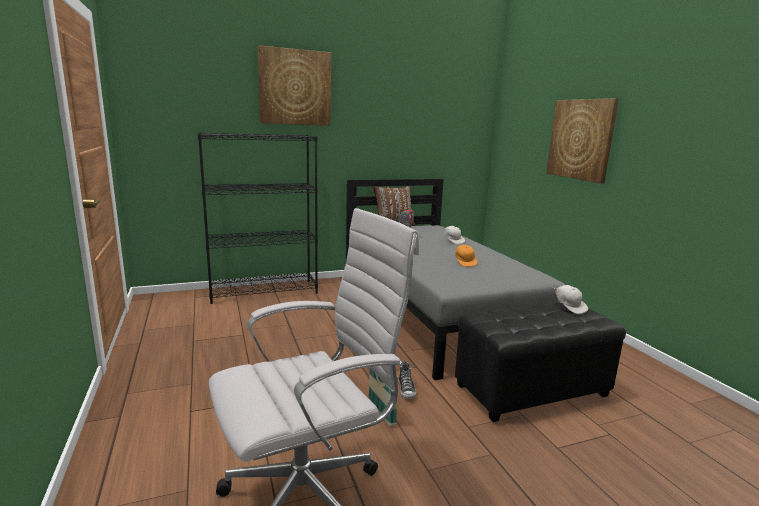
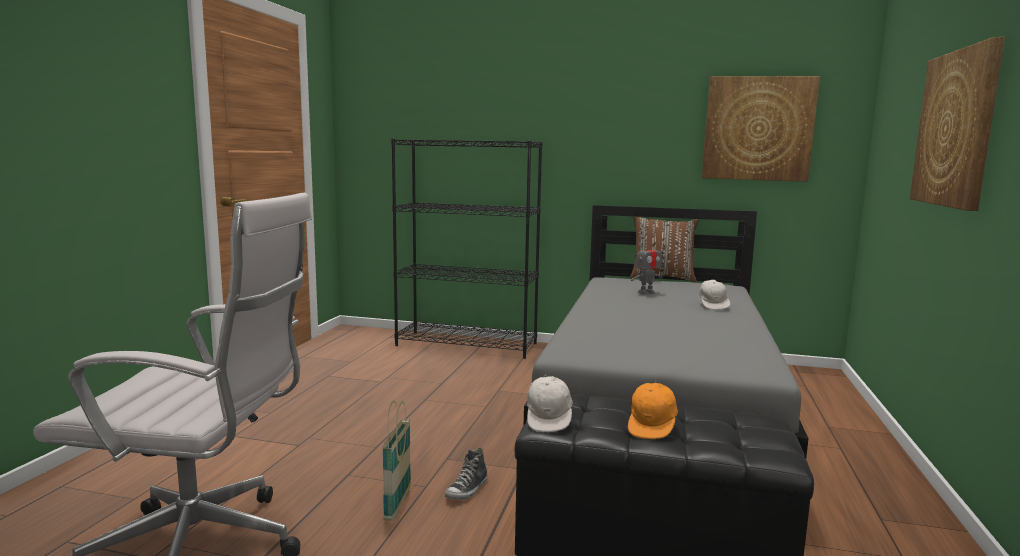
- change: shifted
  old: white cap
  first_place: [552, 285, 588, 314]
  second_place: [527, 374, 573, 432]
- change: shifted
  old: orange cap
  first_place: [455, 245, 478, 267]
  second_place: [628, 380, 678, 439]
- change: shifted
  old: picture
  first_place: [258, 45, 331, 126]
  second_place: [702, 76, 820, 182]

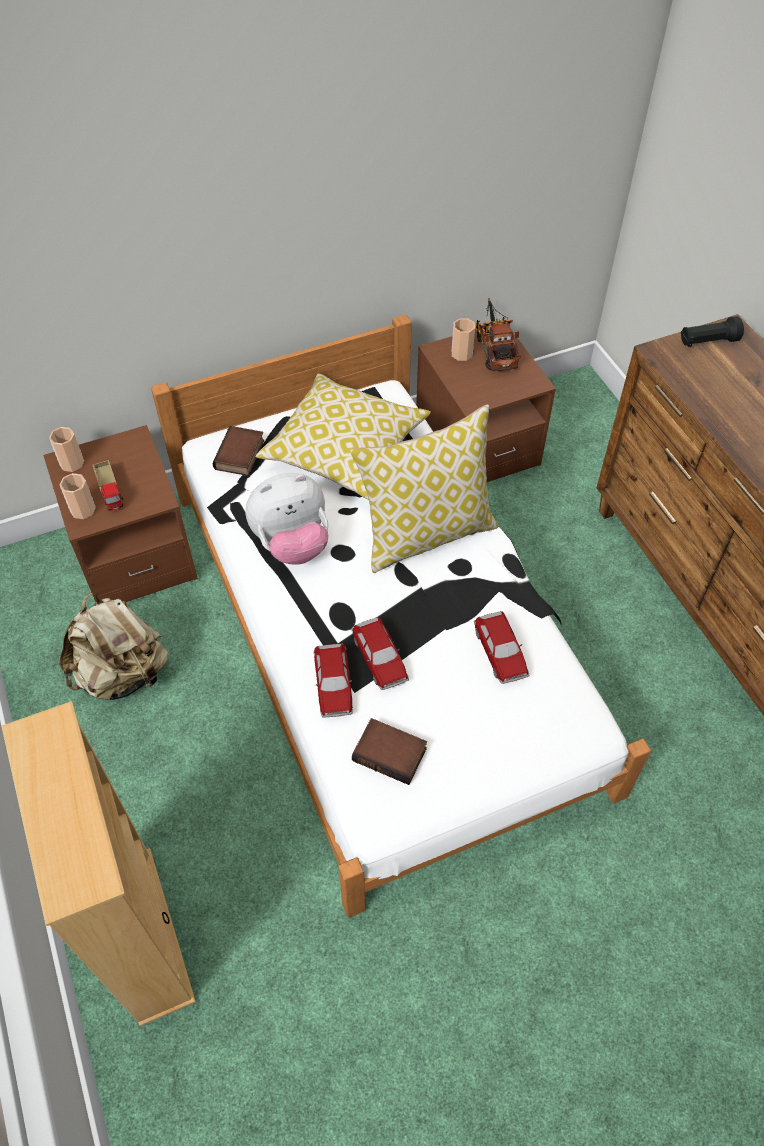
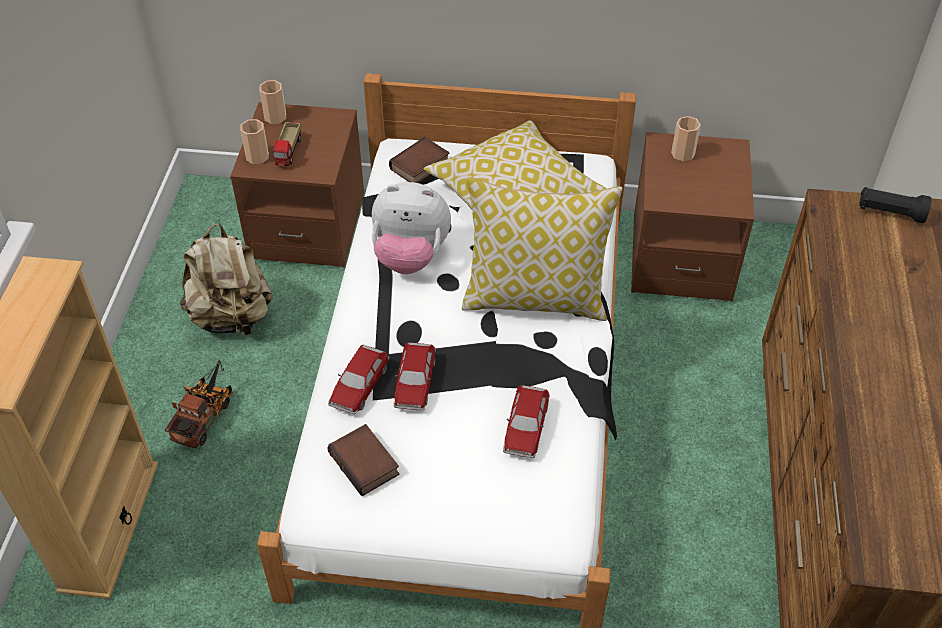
- change: shifted
  old: toy truck
  first_place: [475, 298, 521, 371]
  second_place: [165, 360, 233, 448]

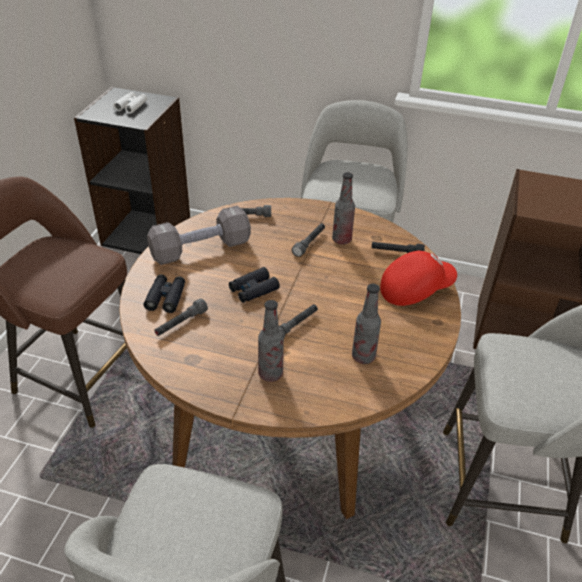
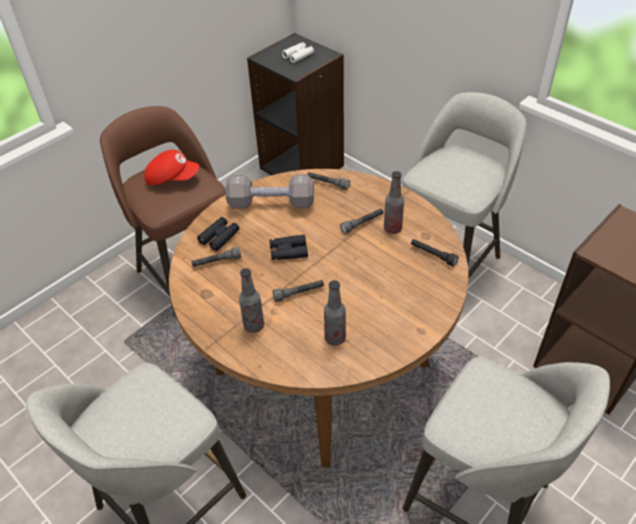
- change: shifted
  old: red cap
  first_place: [380, 251, 457, 306]
  second_place: [144, 150, 199, 185]

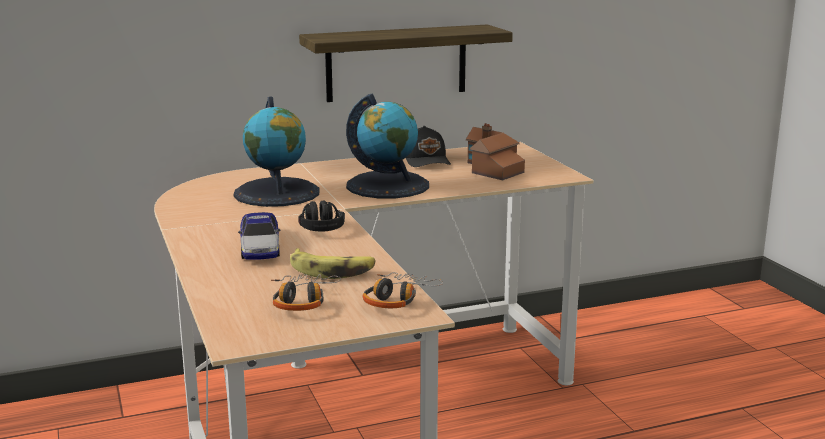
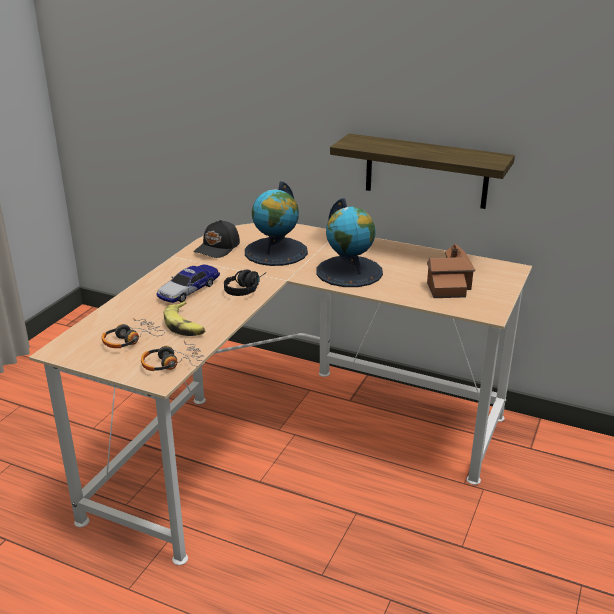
- change: shifted
  old: black cap
  first_place: [406, 126, 451, 167]
  second_place: [194, 220, 240, 258]

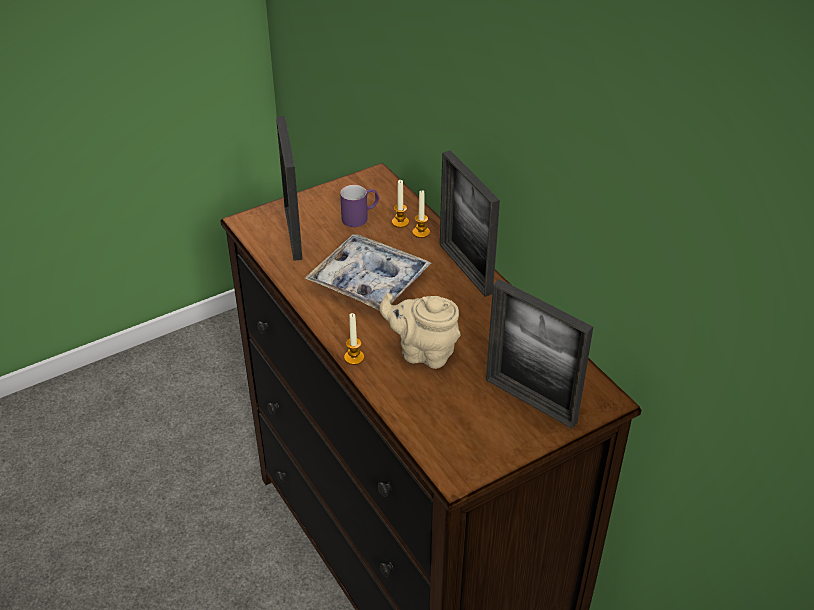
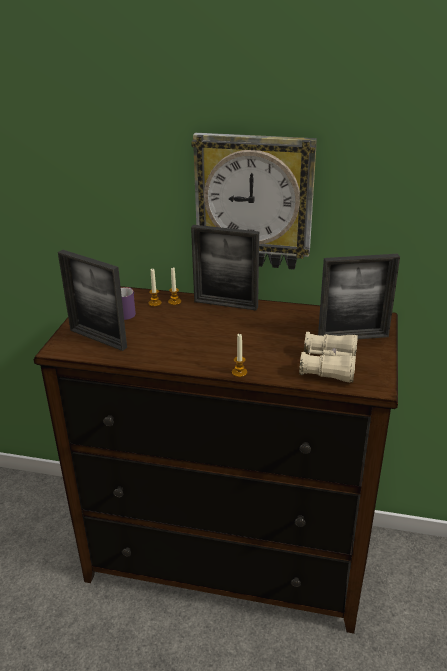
- change: new
  new: wall clock
  second_place: [191, 133, 317, 270]
- change: new
  new: beige binoculars
  second_place: [299, 332, 358, 383]
- change: gone
  old: tray
  first_place: [305, 234, 431, 311]
- change: gone
  old: beige teapot
  first_place: [379, 293, 461, 369]

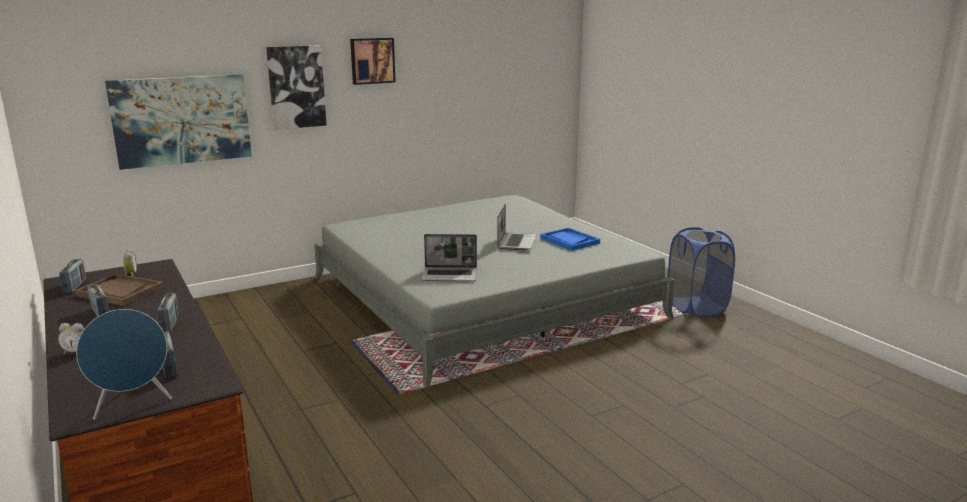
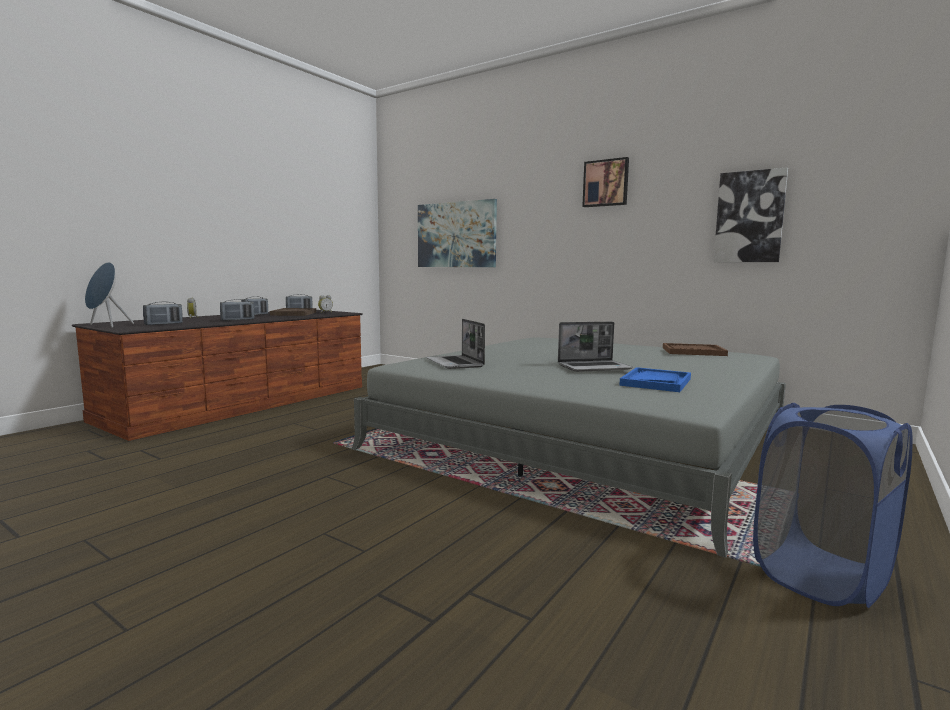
- change: new
  new: brown tray
  second_place: [663, 343, 728, 356]
- change: shifted
  old: picture
  first_place: [266, 45, 327, 130]
  second_place: [713, 167, 788, 262]

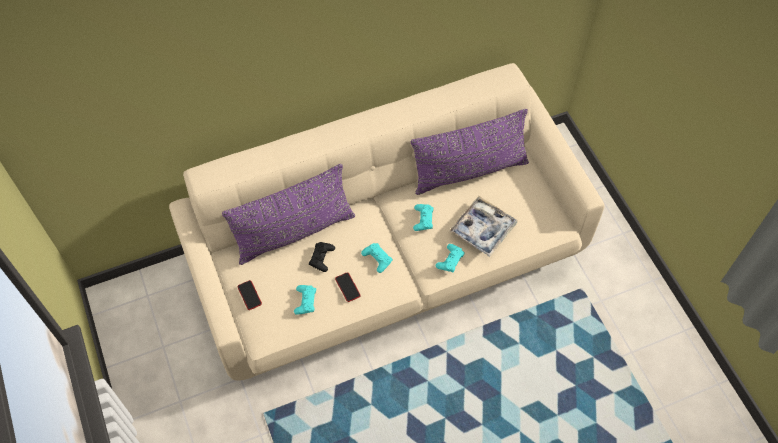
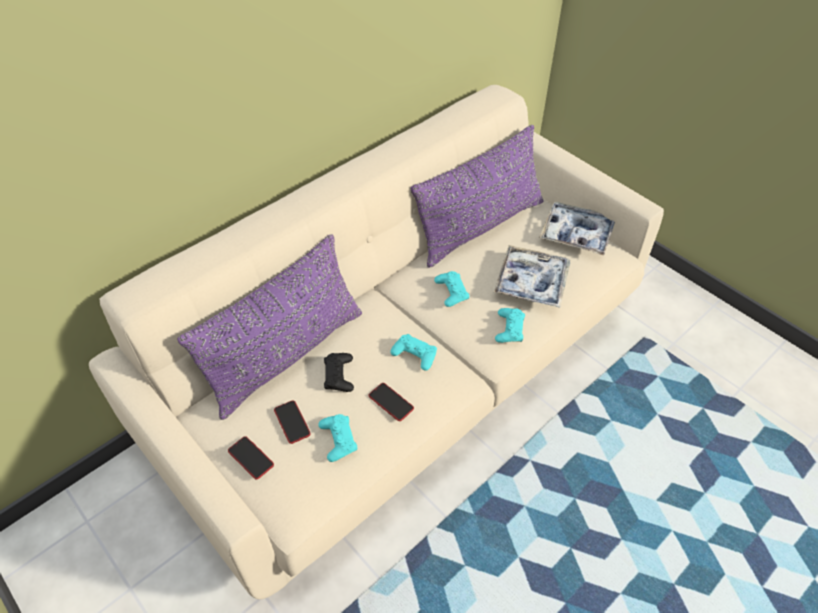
- change: new
  new: phone
  second_place: [274, 401, 311, 444]
- change: new
  new: tray
  second_place: [539, 202, 615, 256]

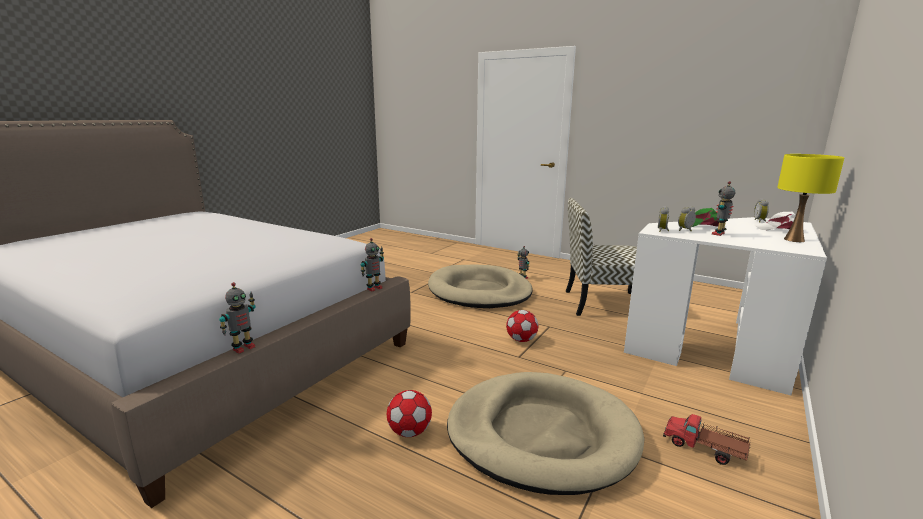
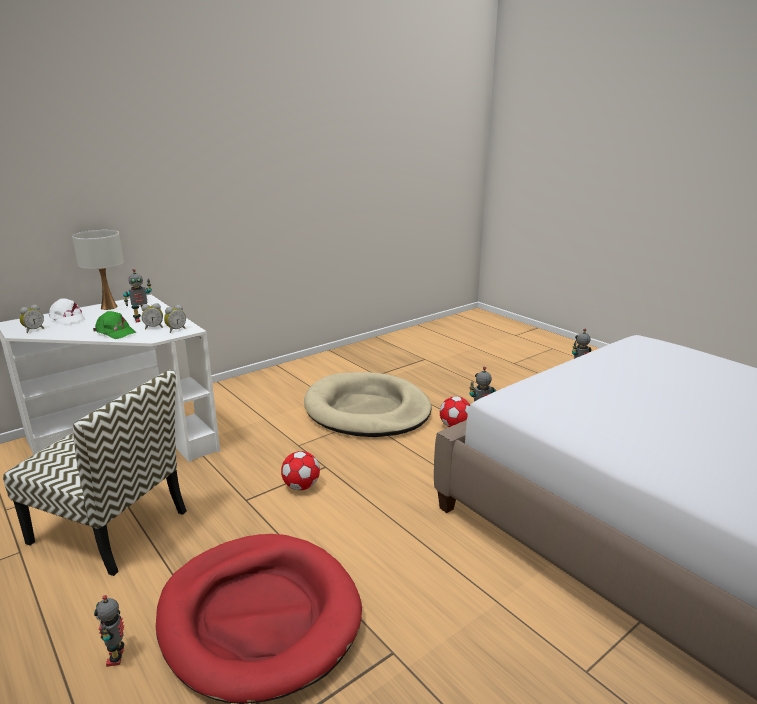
- change: repainted
  old: yellow table lamp
  new: white table lamp
  first_place: [777, 154, 844, 242]
  second_place: [72, 230, 124, 310]
- change: repainted
  old: beige dog bed
  new: red dog bed
  first_place: [428, 264, 533, 308]
  second_place: [156, 534, 362, 704]
- change: gone
  old: toy truck
  first_place: [663, 414, 751, 465]

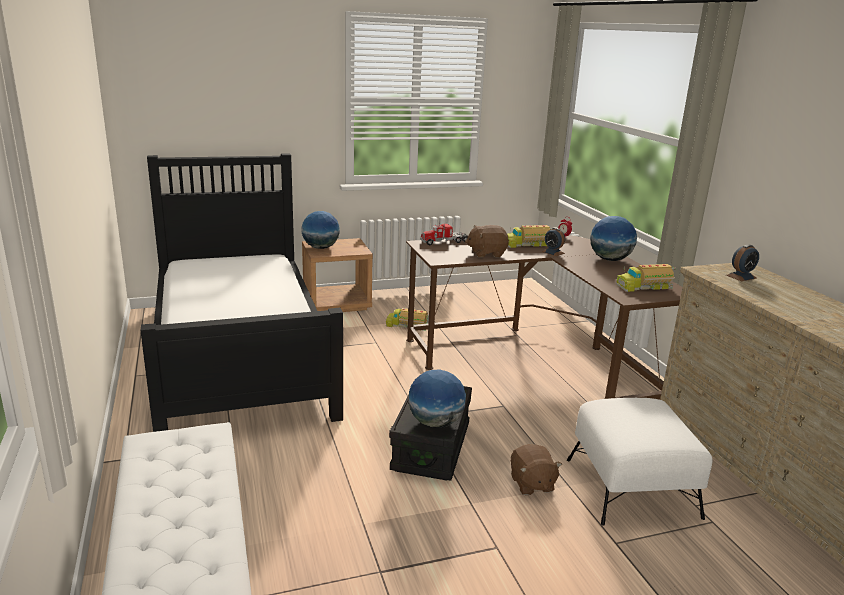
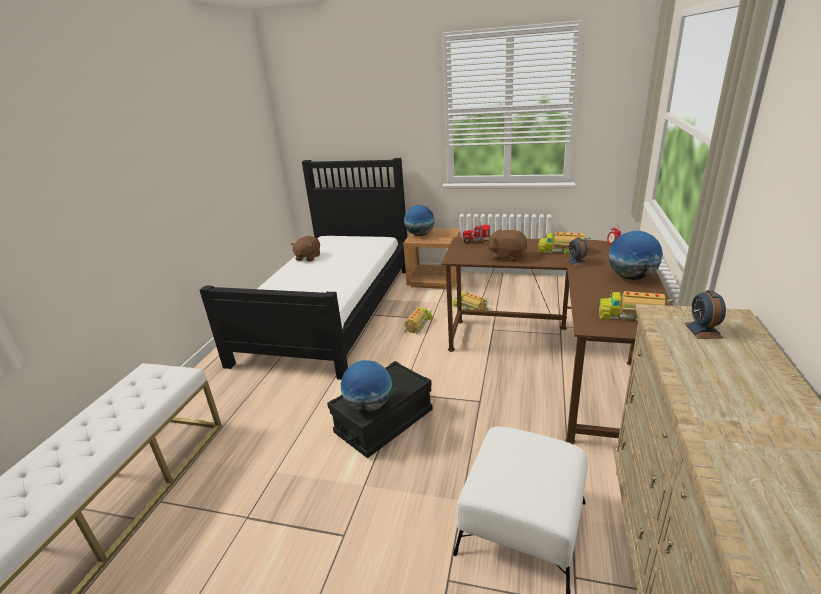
- change: shifted
  old: brown plush toy
  first_place: [510, 444, 562, 495]
  second_place: [291, 236, 320, 262]
- change: new
  new: toy truck
  second_place: [403, 307, 432, 335]
- change: rotated
  old: alarm clock
  first_place: [726, 244, 759, 281]
  second_place: [684, 290, 726, 339]
  degrees: 90

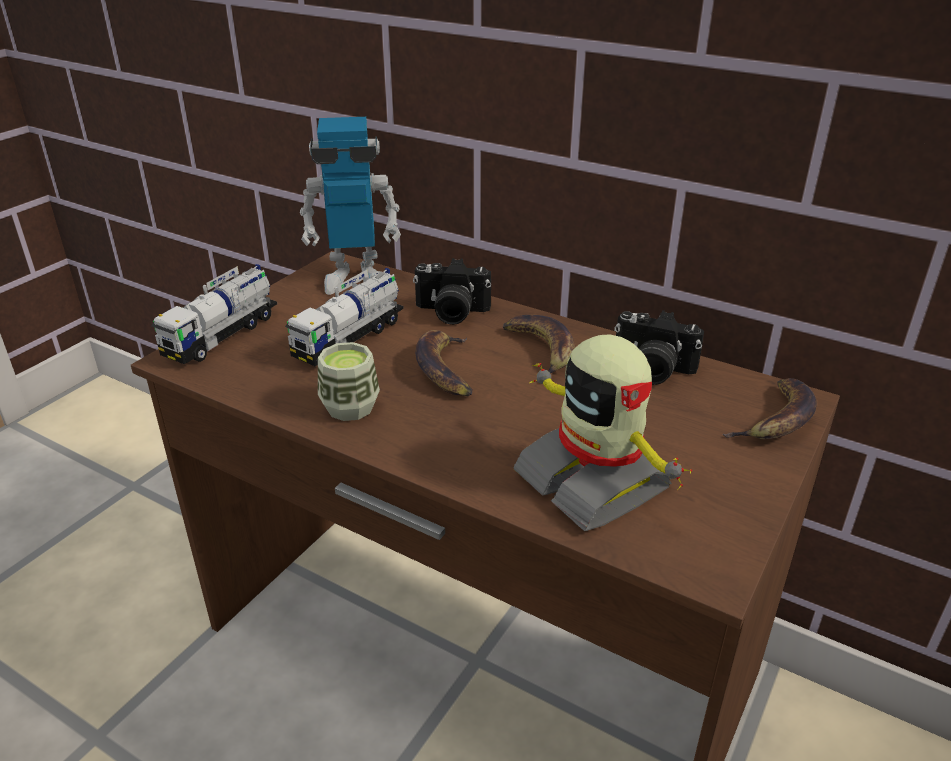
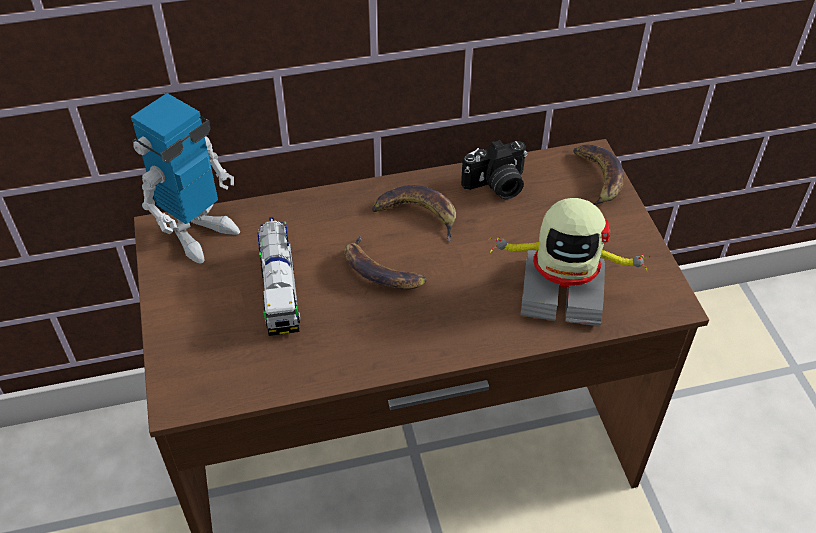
- change: gone
  old: toy truck
  first_place: [151, 264, 277, 364]
- change: gone
  old: cup
  first_place: [318, 342, 380, 421]
- change: gone
  old: photo camera
  first_place: [413, 258, 491, 325]

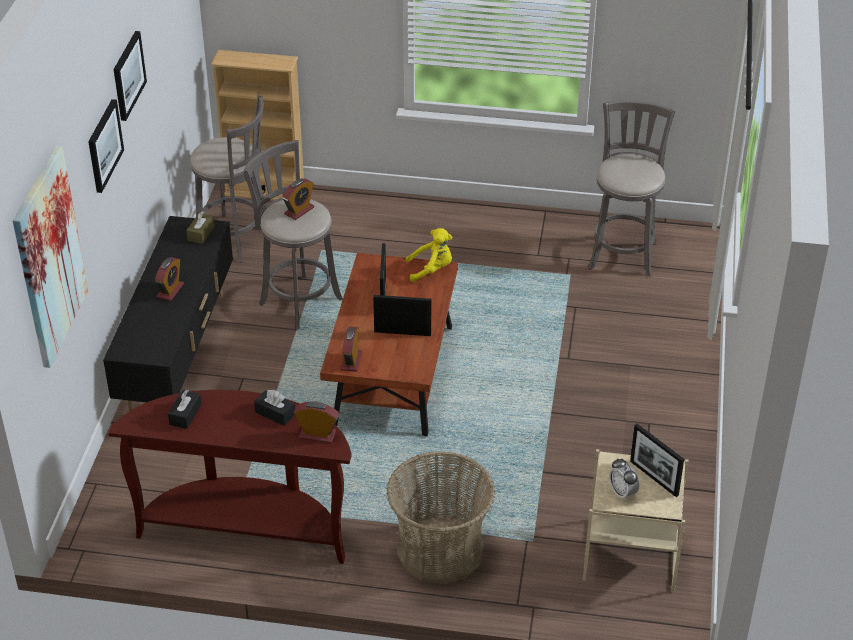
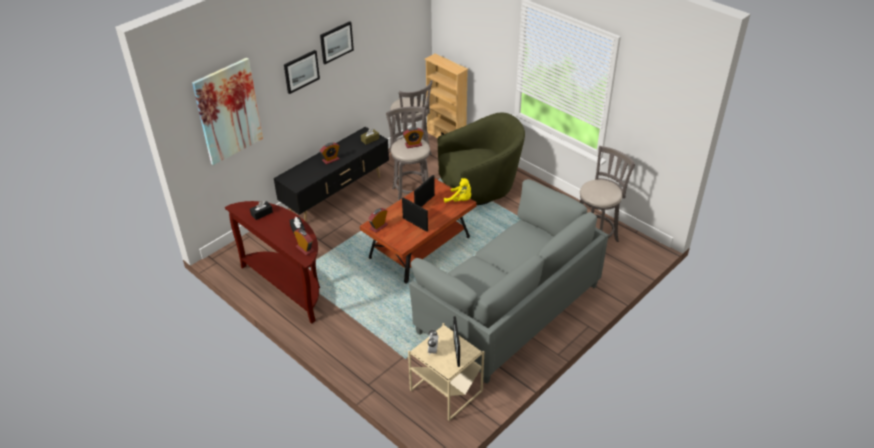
- change: new
  new: grey sofa
  second_place: [409, 179, 608, 384]
- change: new
  new: green armchair
  second_place: [437, 112, 525, 205]
- change: gone
  old: basket
  first_place: [387, 451, 495, 584]

